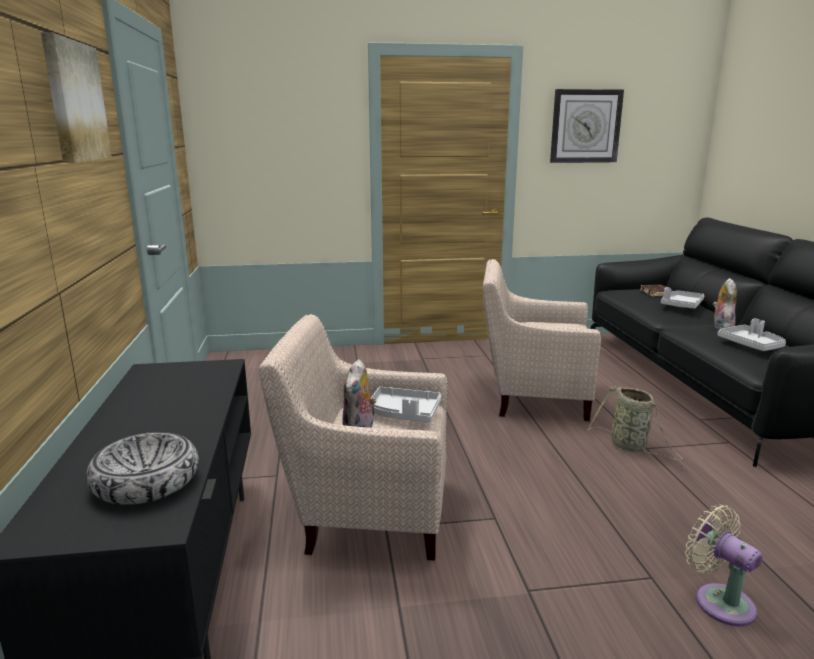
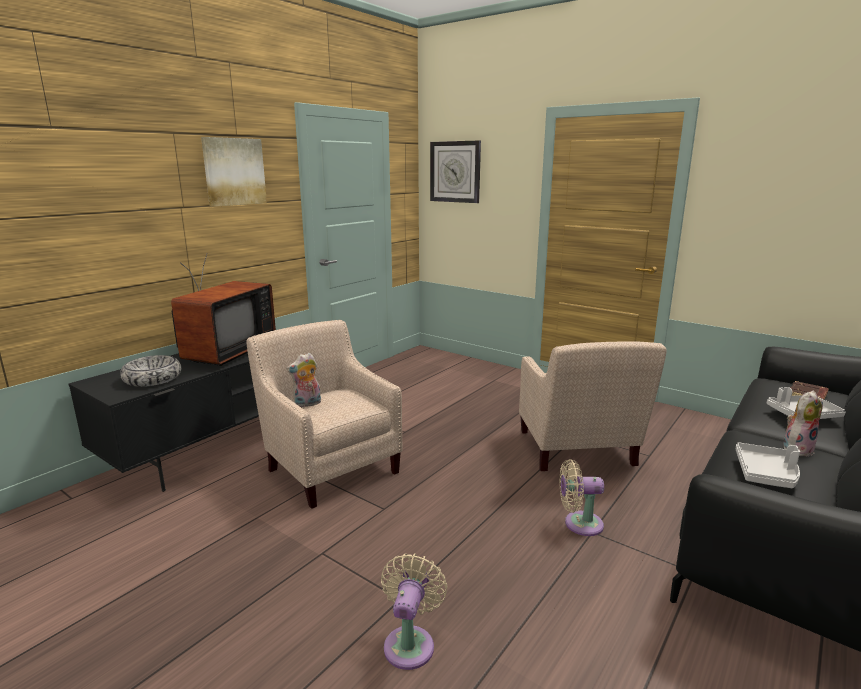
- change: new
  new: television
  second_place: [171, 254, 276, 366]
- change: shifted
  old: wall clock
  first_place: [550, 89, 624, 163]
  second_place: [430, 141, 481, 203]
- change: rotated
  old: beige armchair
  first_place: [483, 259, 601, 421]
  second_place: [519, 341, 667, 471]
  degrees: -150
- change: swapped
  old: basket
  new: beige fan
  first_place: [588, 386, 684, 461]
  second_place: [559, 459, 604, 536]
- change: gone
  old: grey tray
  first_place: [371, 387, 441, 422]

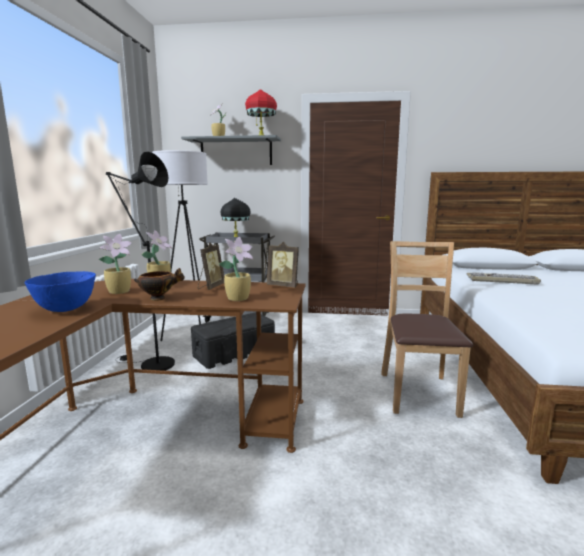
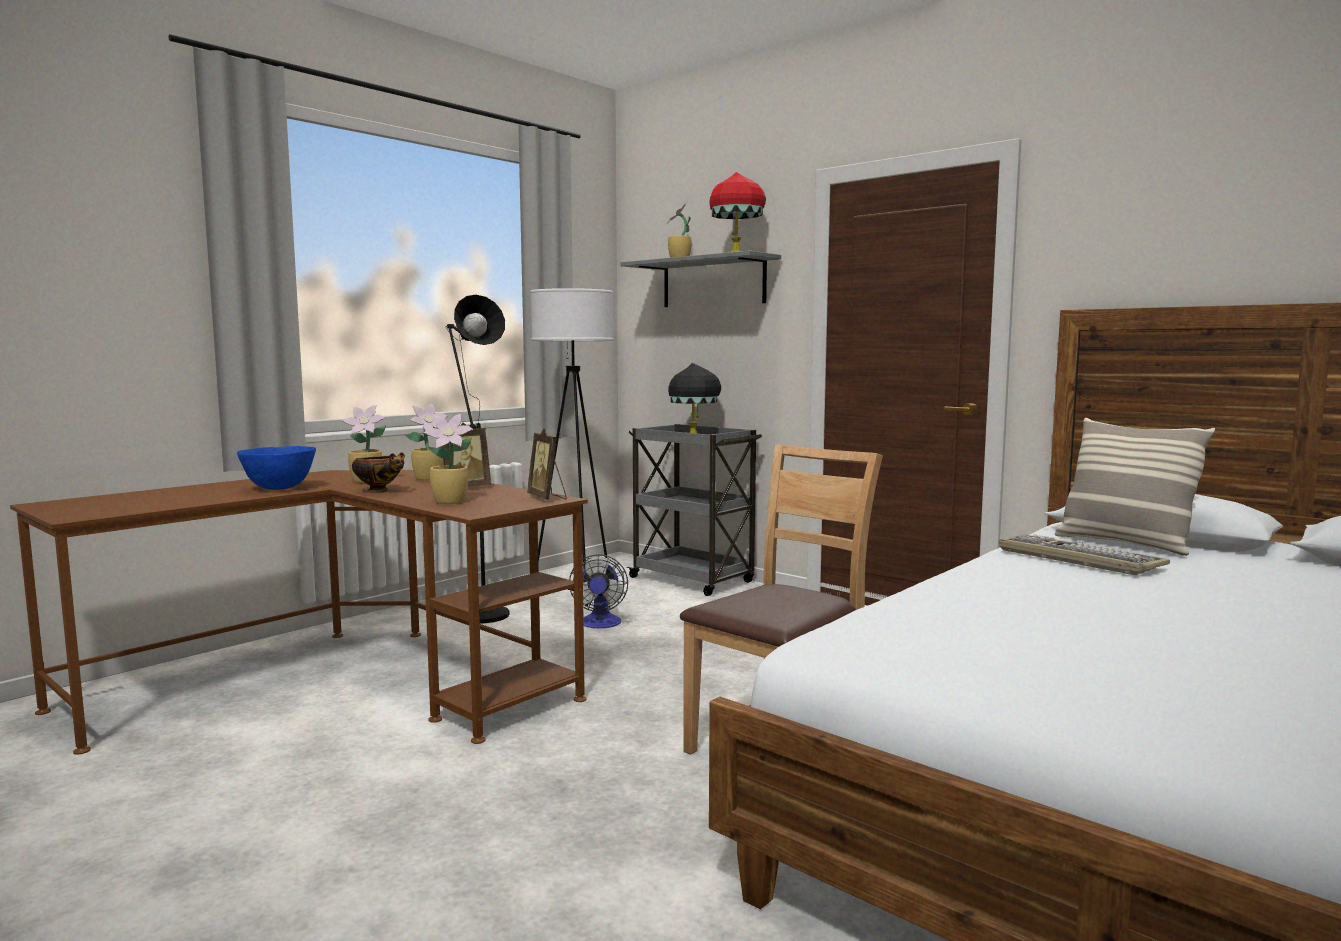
- change: swapped
  old: black storage box
  new: fan
  first_place: [191, 312, 275, 369]
  second_place: [569, 555, 628, 628]
- change: new
  new: pillow
  second_place: [1055, 418, 1215, 556]

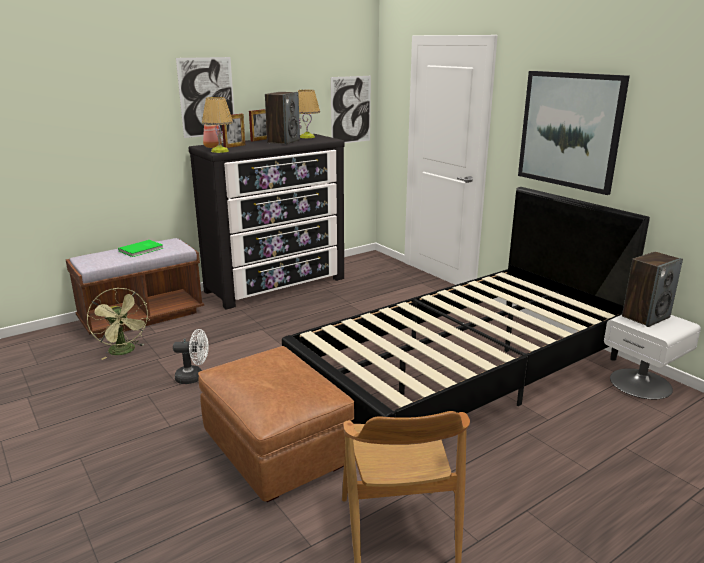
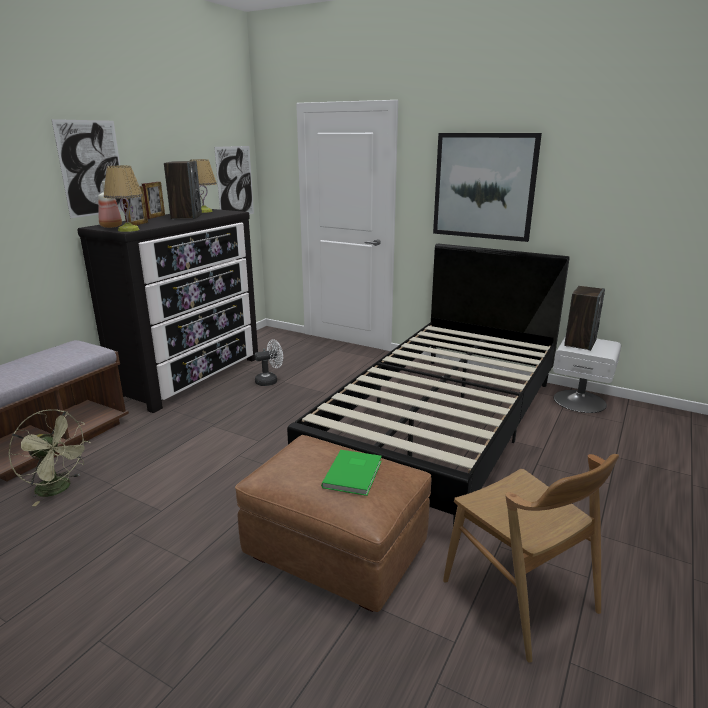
- change: shifted
  old: white fan
  first_place: [173, 329, 209, 384]
  second_place: [254, 339, 283, 386]
- change: shifted
  old: green book
  first_place: [118, 240, 163, 257]
  second_place: [321, 450, 382, 496]

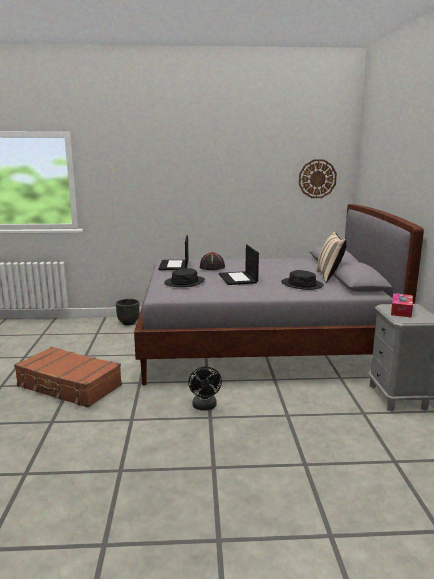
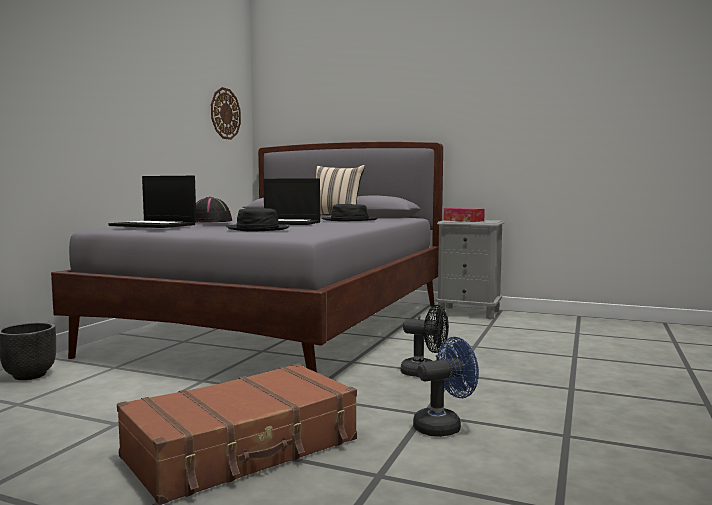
- change: new
  new: blue fan
  second_place: [413, 337, 479, 437]

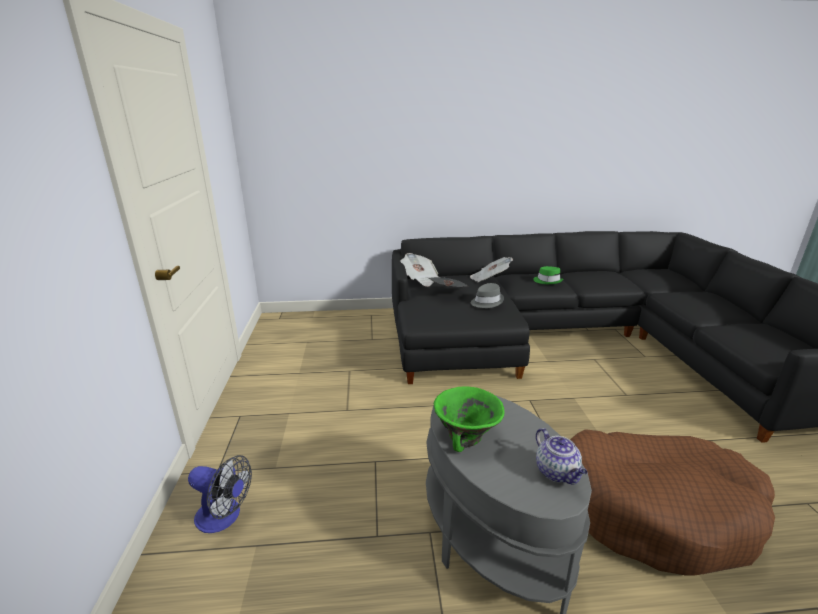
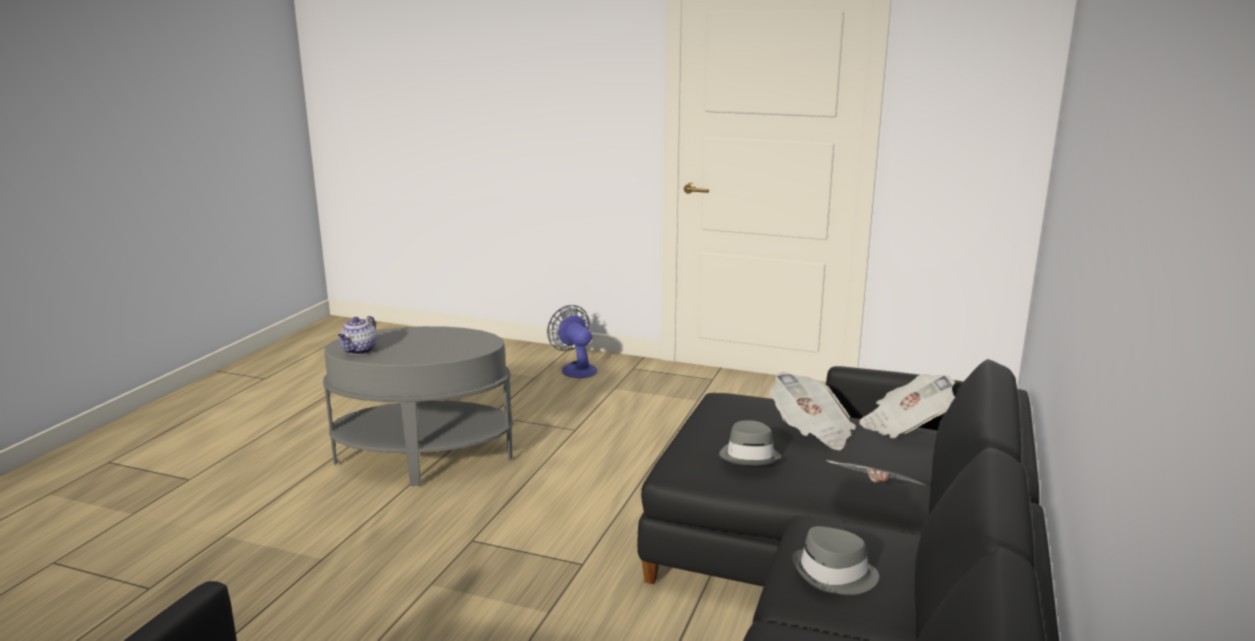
- change: rotated
  old: teapot
  first_place: [536, 428, 588, 484]
  second_place: [338, 316, 377, 355]
  degrees: -75
- change: rotated
  old: fan
  first_place: [188, 455, 252, 533]
  second_place: [547, 305, 597, 378]
  degrees: 105
- change: repainted
  old: green hat
  new: grey hat
  first_place: [533, 266, 563, 284]
  second_place: [792, 526, 879, 595]
- change: gone
  old: green bowl
  first_place: [434, 387, 504, 452]
- change: gone
  old: brown dog bed
  first_place: [570, 429, 775, 576]

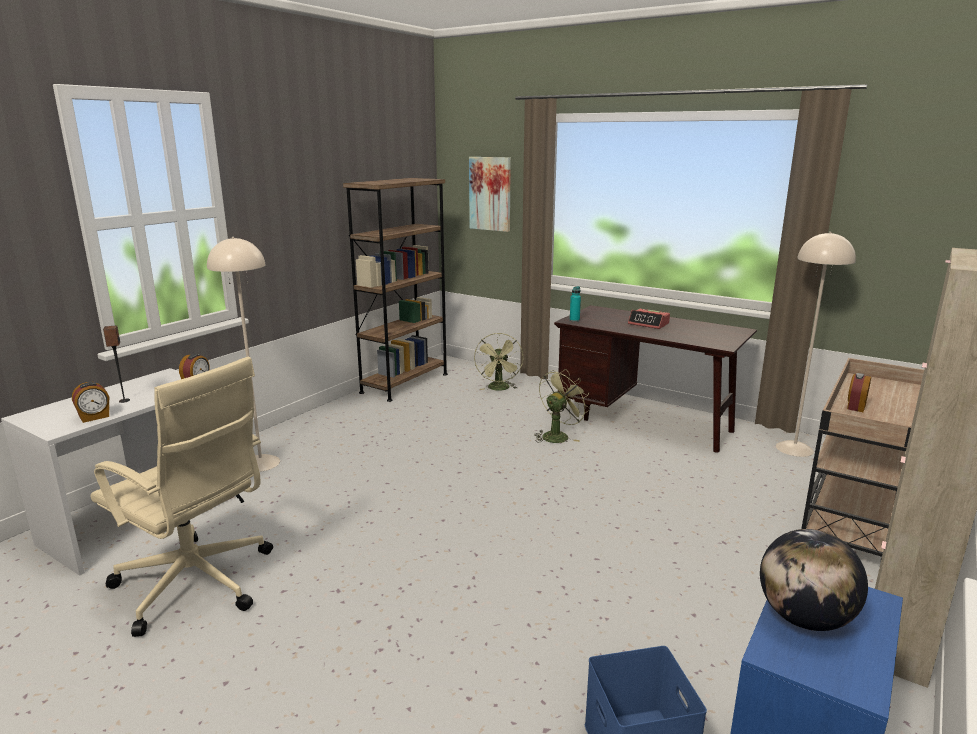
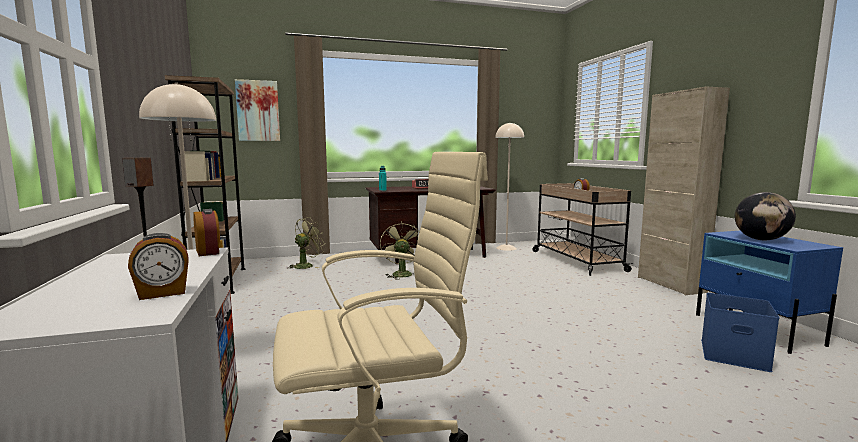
- change: rotated
  old: alarm clock
  first_place: [72, 382, 109, 423]
  second_place: [128, 233, 189, 300]
  degrees: 60
- change: rotated
  old: green fan
  first_place: [474, 333, 523, 391]
  second_place: [287, 217, 325, 269]
  degrees: -90

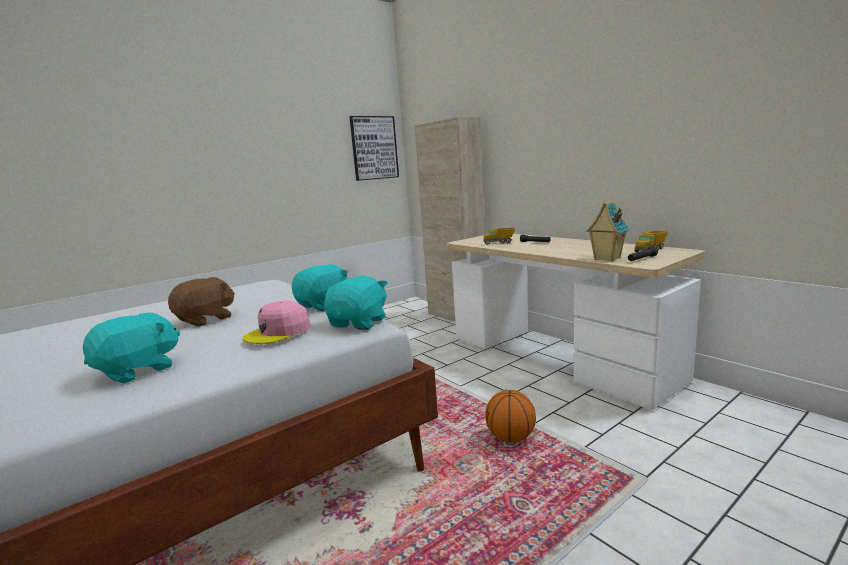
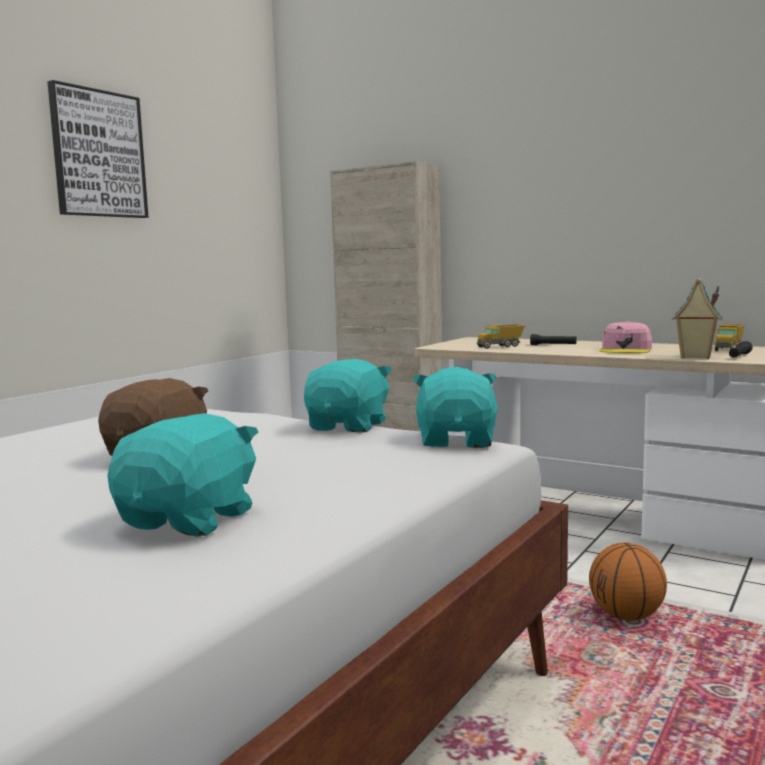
- change: shifted
  old: picture
  first_place: [349, 116, 399, 181]
  second_place: [47, 80, 148, 218]
- change: shifted
  old: pink cap
  first_place: [243, 300, 311, 344]
  second_place: [600, 321, 652, 353]

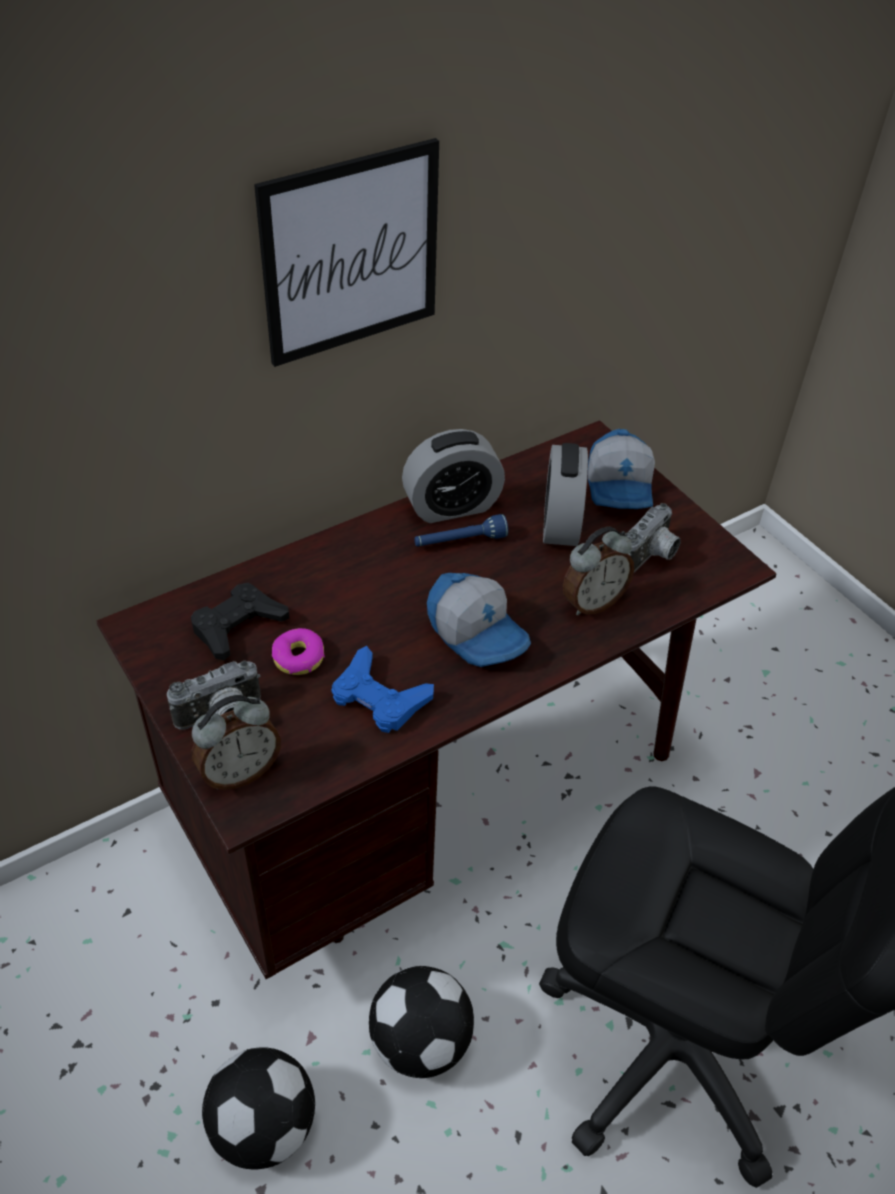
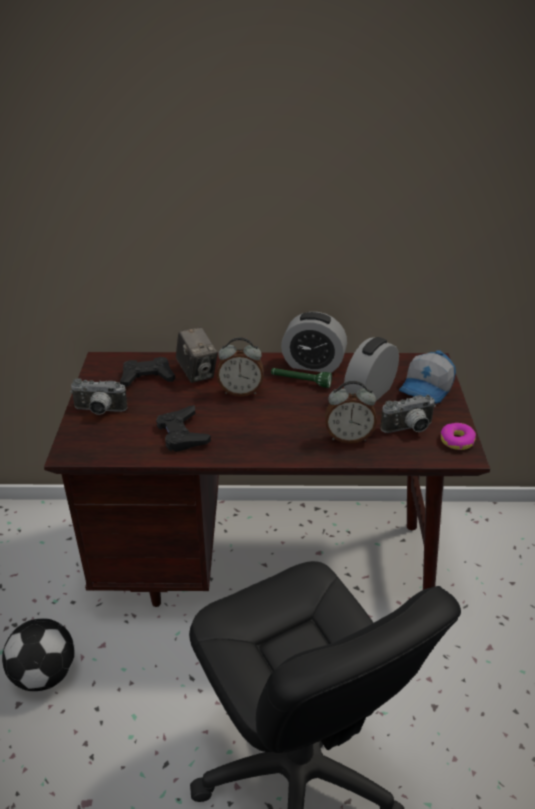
- change: repainted
  old: blue game controller
  new: black game controller
  first_place: [331, 646, 434, 733]
  second_place: [156, 405, 211, 452]
- change: new
  new: photo camera
  second_place: [176, 327, 218, 383]
- change: shifted
  old: alarm clock
  first_place: [192, 695, 281, 790]
  second_place: [217, 337, 264, 397]
- change: repainted
  old: blue flashlight
  new: green flashlight
  first_place: [414, 514, 508, 546]
  second_place: [271, 368, 332, 388]
- change: shifted
  old: donut
  first_place: [272, 628, 325, 675]
  second_place: [441, 423, 476, 450]
- change: gone
  old: picture
  first_place: [254, 138, 439, 367]
- change: gone
  old: football
  first_place: [369, 966, 474, 1078]
- change: gone
  old: cap
  first_place: [427, 573, 531, 667]

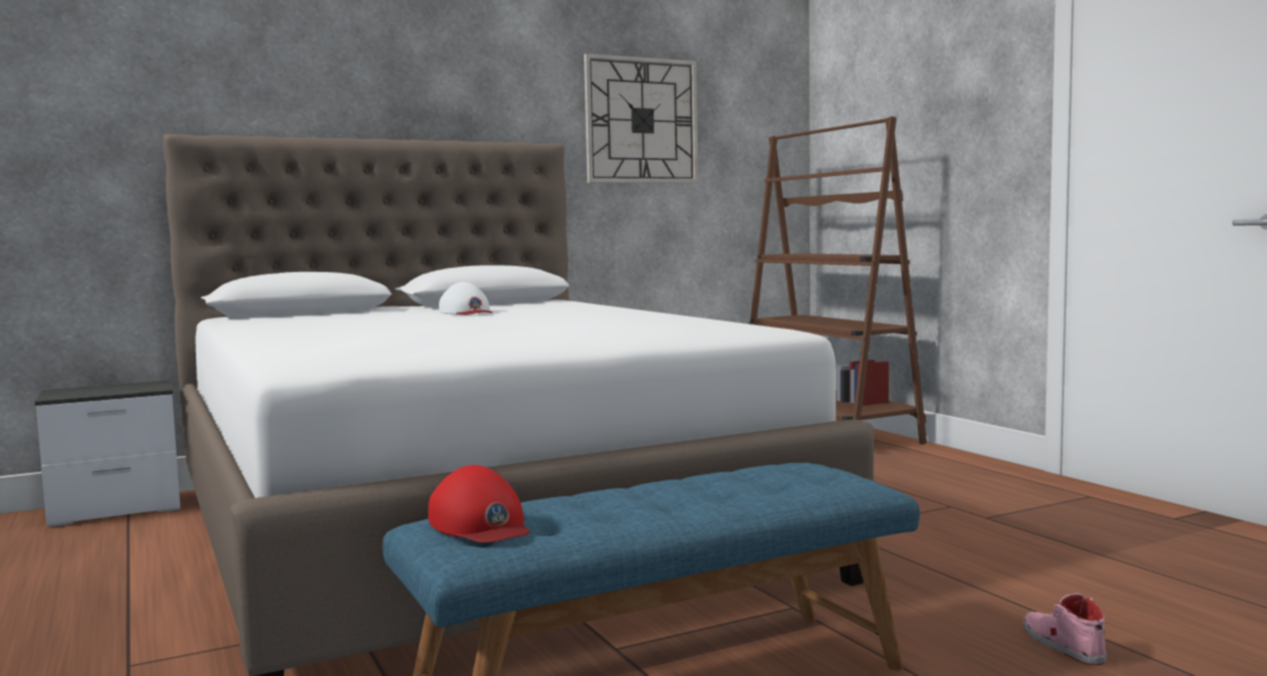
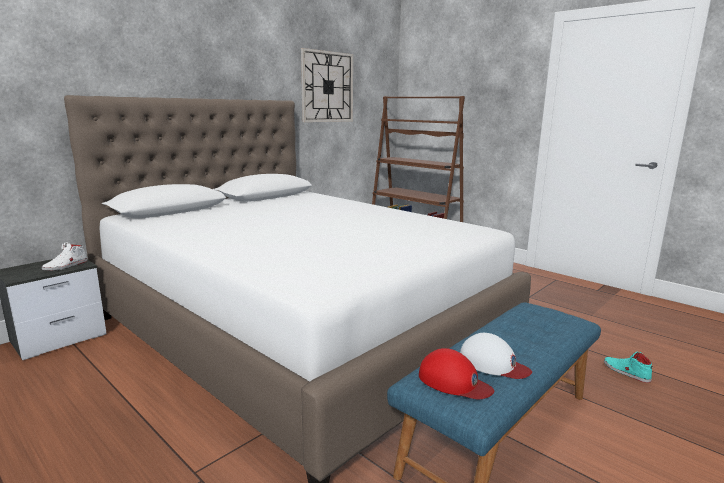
- change: new
  new: white shoe
  second_place: [42, 243, 87, 271]
- change: shifted
  old: white cap
  first_place: [439, 282, 493, 315]
  second_place: [460, 333, 532, 379]
- change: repainted
  old: pink shoe
  new: turquoise shoe
  first_place: [1023, 593, 1107, 665]
  second_place: [604, 351, 652, 383]

